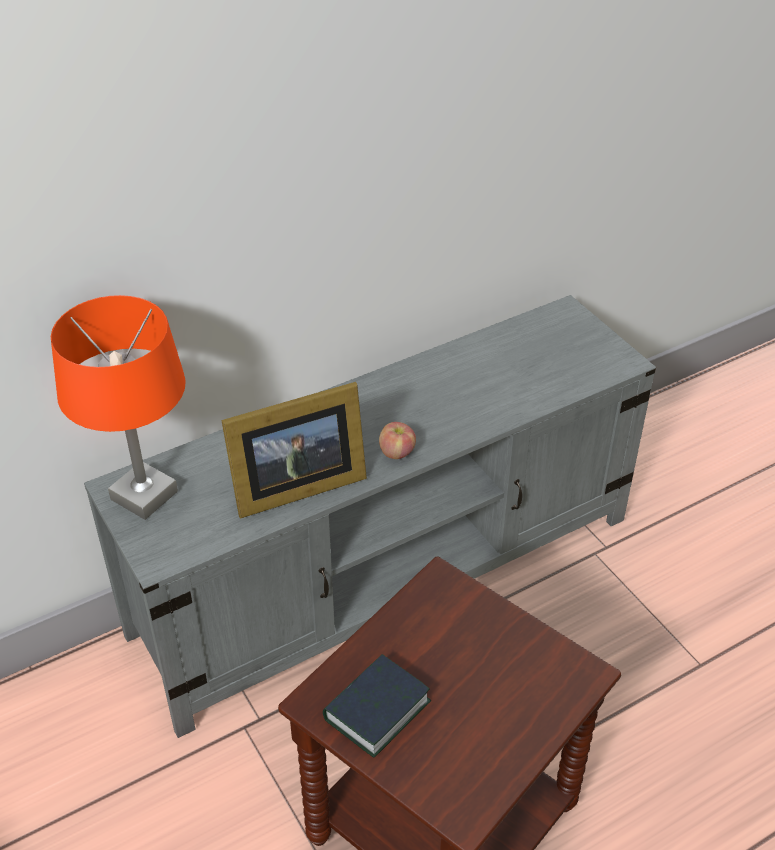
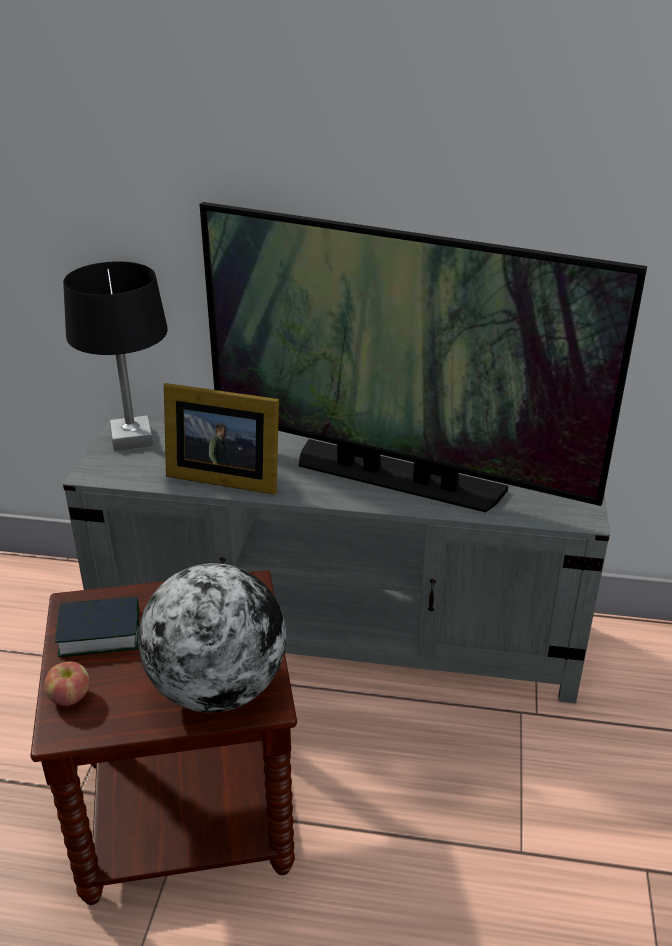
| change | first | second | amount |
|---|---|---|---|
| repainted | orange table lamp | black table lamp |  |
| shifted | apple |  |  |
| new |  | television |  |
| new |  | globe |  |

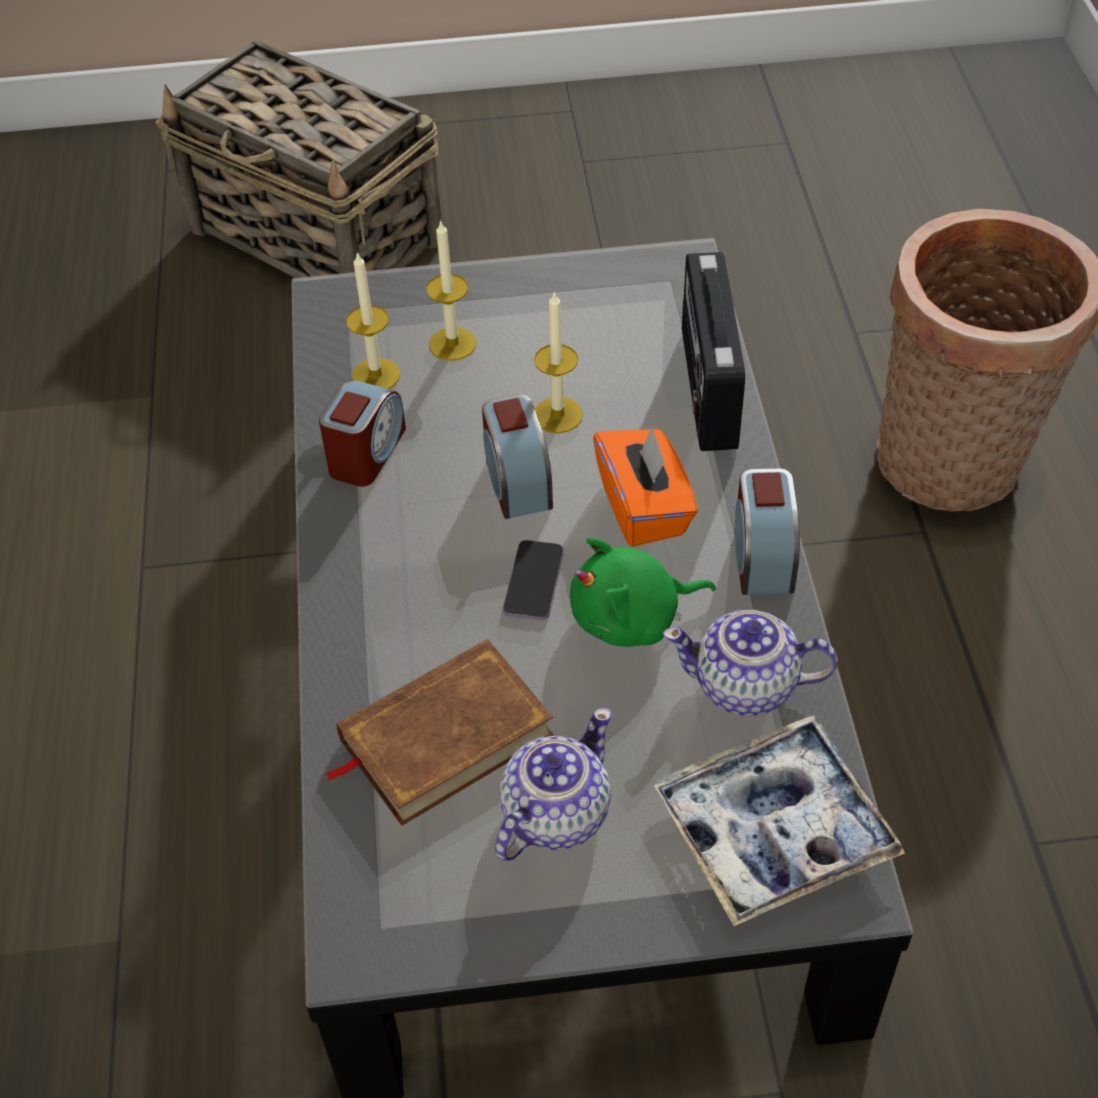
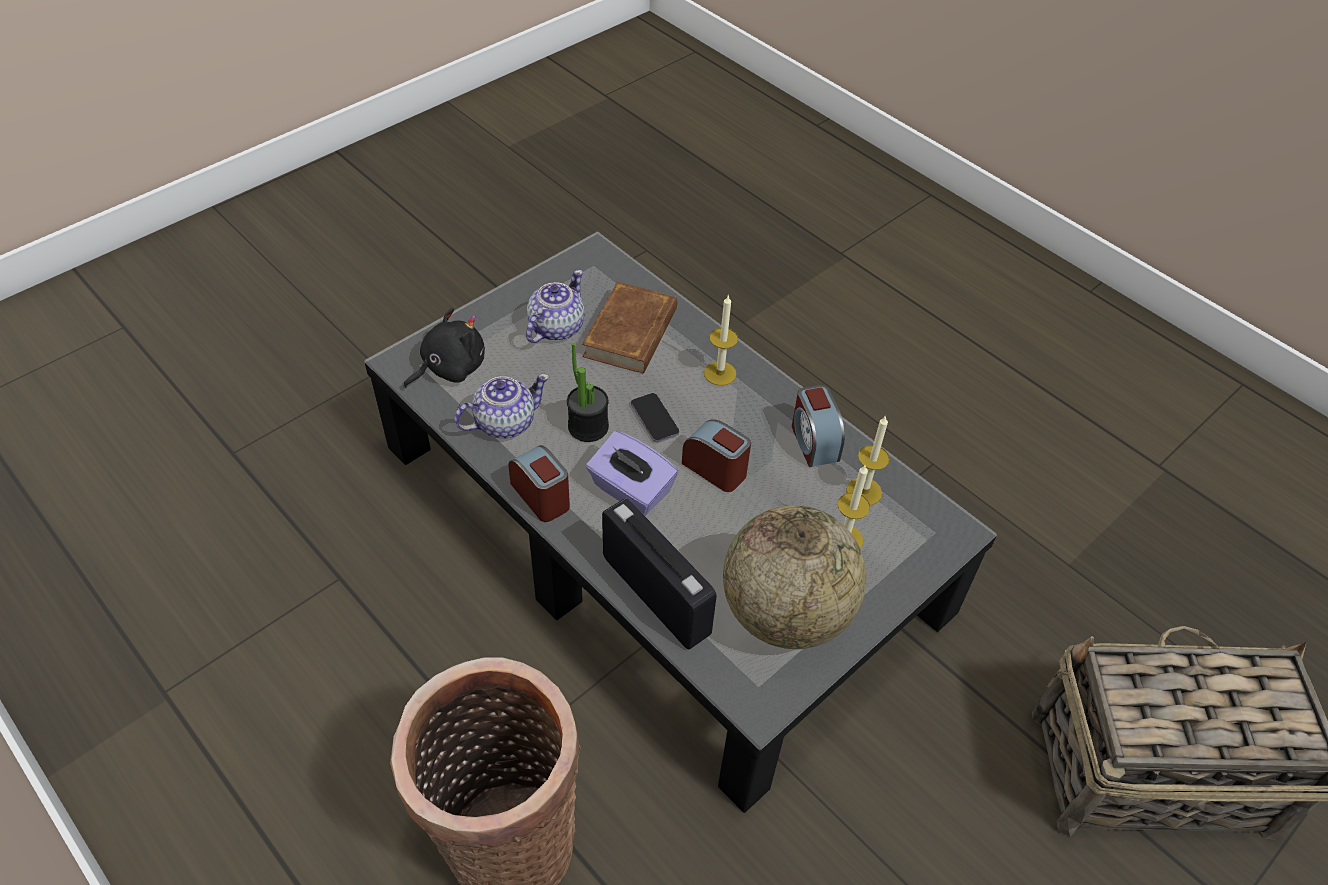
| change | first | second | amount |
|---|---|---|---|
| shifted | candle (no. 3 from left in the first image) | candle (no. 1 from left) |  |
| repainted | orange tissue box | purple tissue box |  |
| swapped | green plush toy | potted plant |  |
| rotated | teapot (no. 1 from left in the first image) | teapot (no. 2 from left) | 150 degrees counterclockwise |
| swapped | tray | black plush toy |  |
| new |  | globe |  |

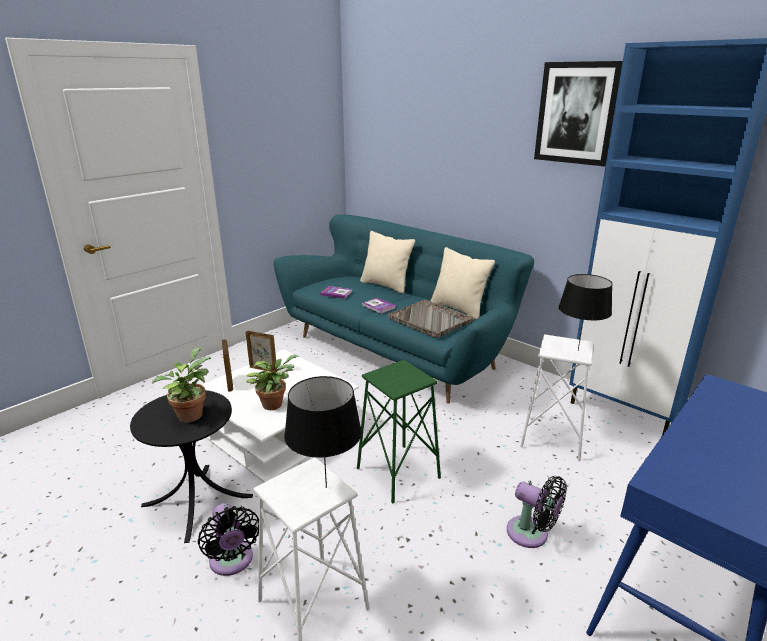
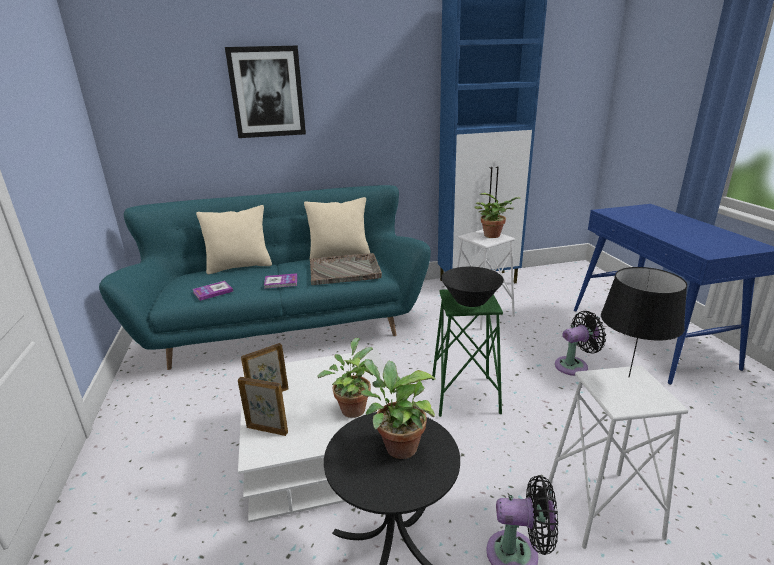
| change | first | second | amount |
|---|---|---|---|
| shifted | picture |  |  |
| swapped | black table lamp (no. 2 from left) | potted plant (no. 3 from left) |  |
| new |  | black bowl |  |

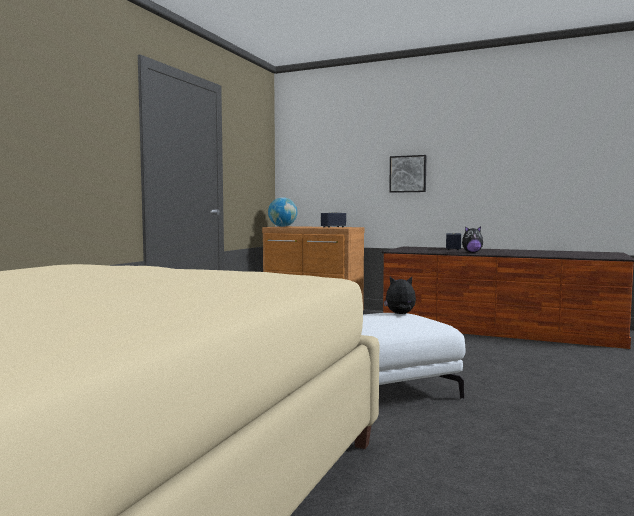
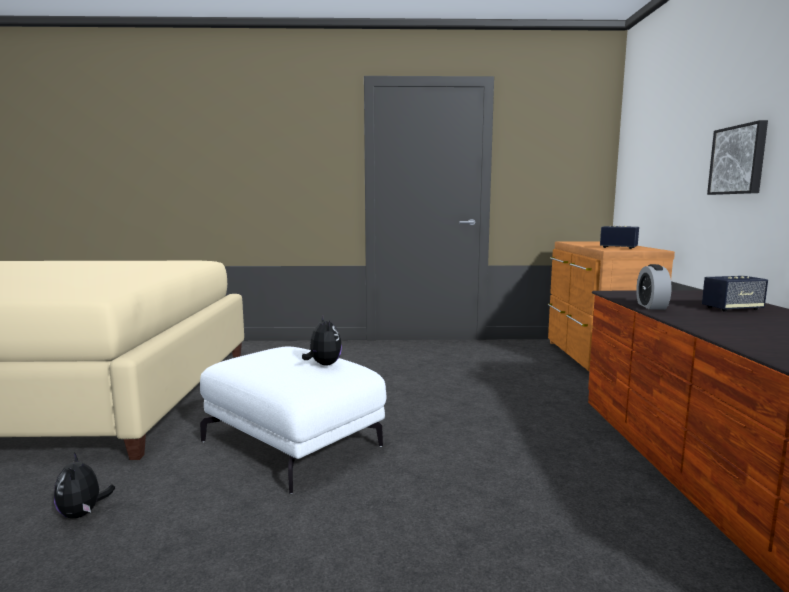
| change | first | second | amount |
|---|---|---|---|
| gone | globe |  |  |
| shifted | plush toy (no. 2 from left in the first image) | plush toy (no. 1 from left) |  |
| new |  | alarm clock |  |

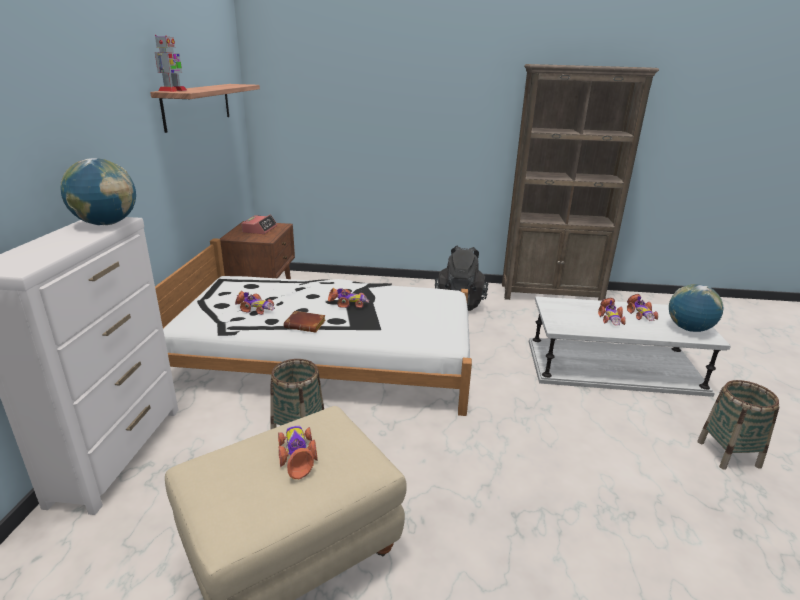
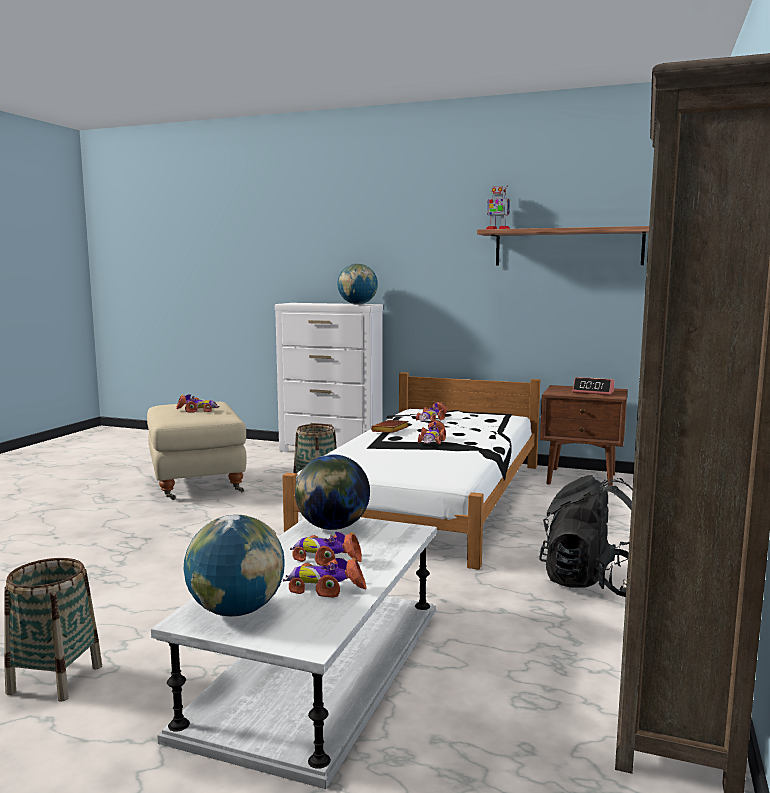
| change | first | second | amount |
|---|---|---|---|
| new |  | globe (no. 2 from left) |  |

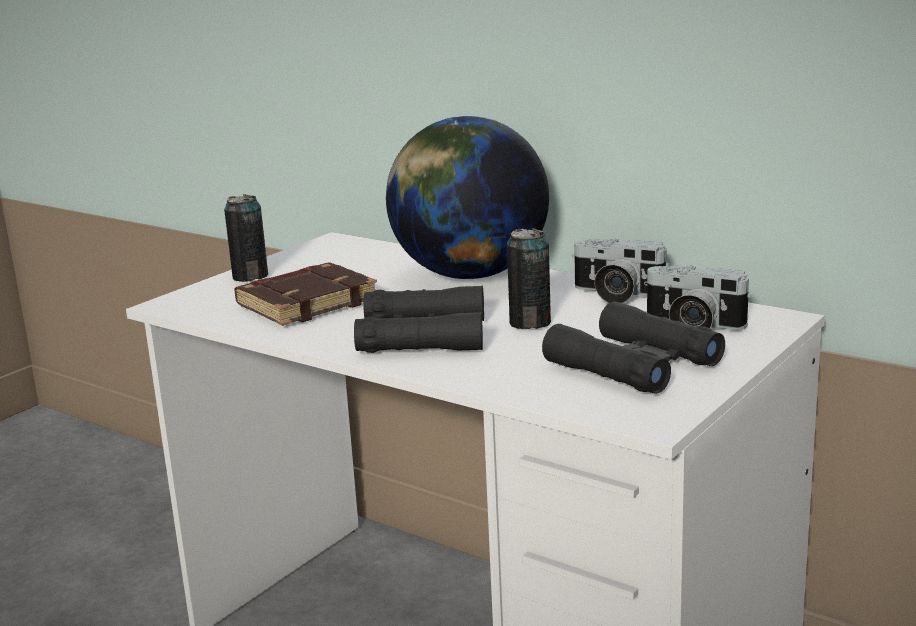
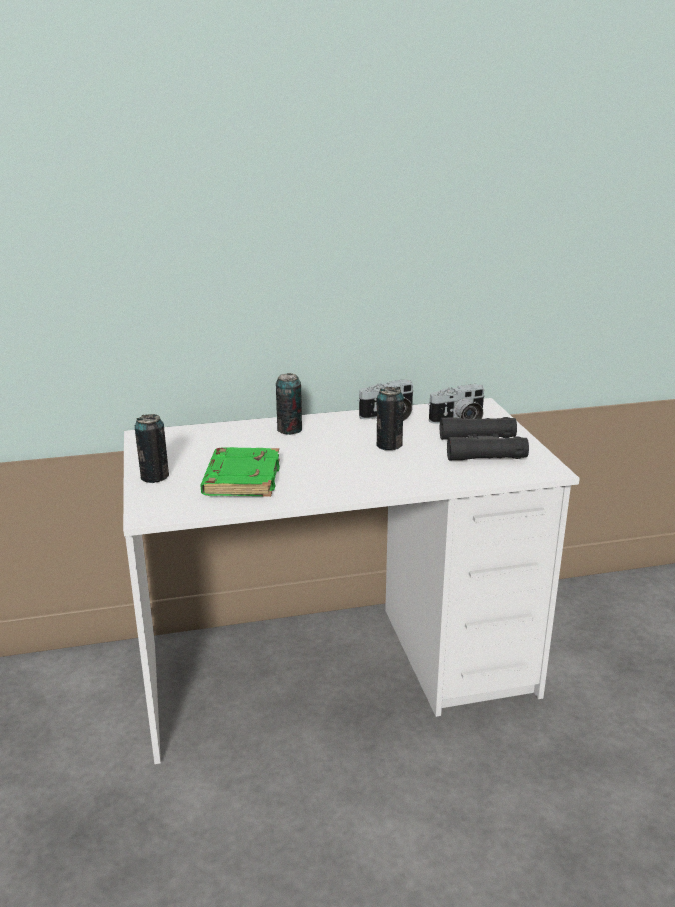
| change | first | second | amount |
|---|---|---|---|
| swapped | globe | can (no. 2 from left) |  |
| repainted | brown book | green book |  |
| gone | black binoculars (no. 1 from left) |  |  |

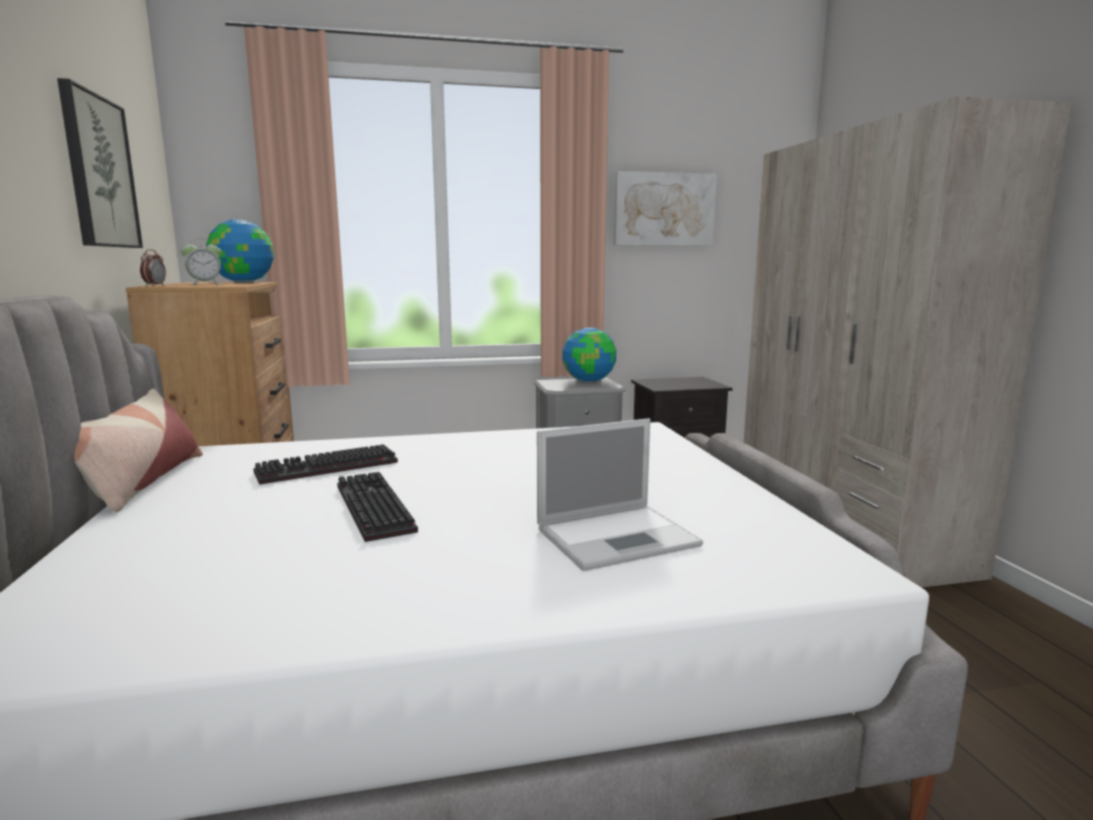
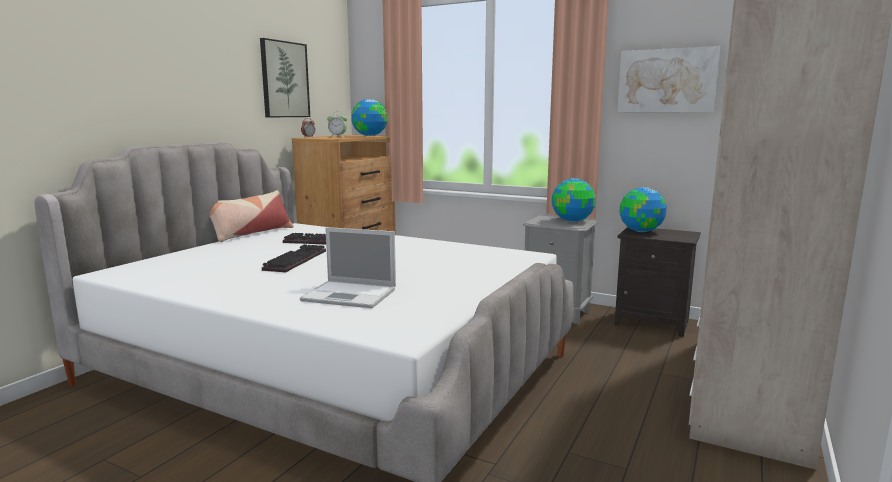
| change | first | second | amount |
|---|---|---|---|
| new |  | globe (no. 3 from left) |  |

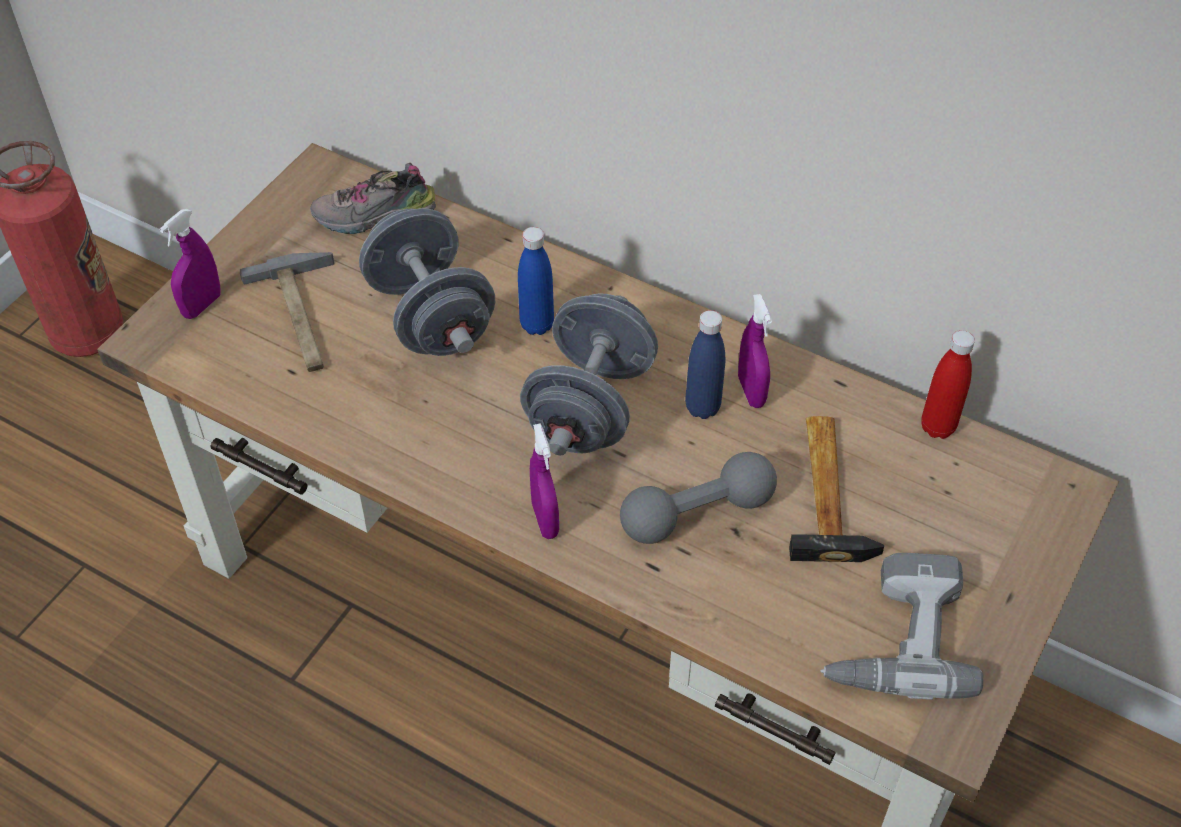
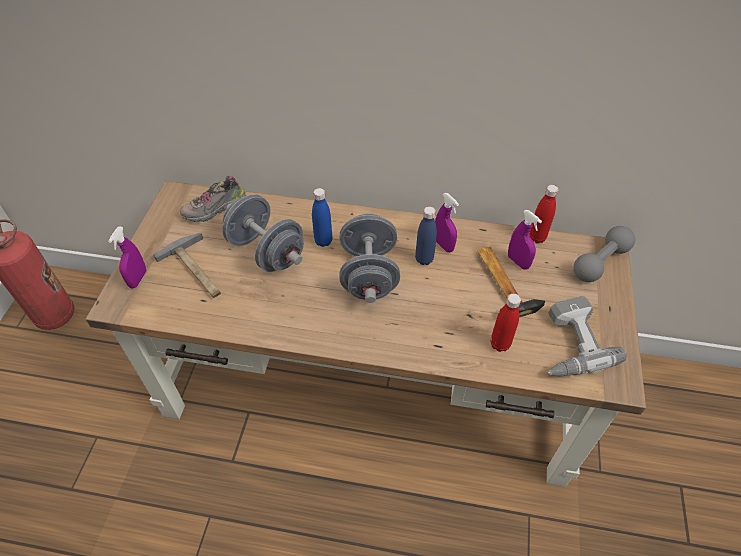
| change | first | second | amount |
|---|---|---|---|
| shifted | purple spray bottle (no. 2 from left in the first image) | purple spray bottle (no. 3 from left) |  |
| shifted | grey dumbbell (no. 3 from left) |  |  |
| new |  | red bottle (no. 1 from left) |  |

